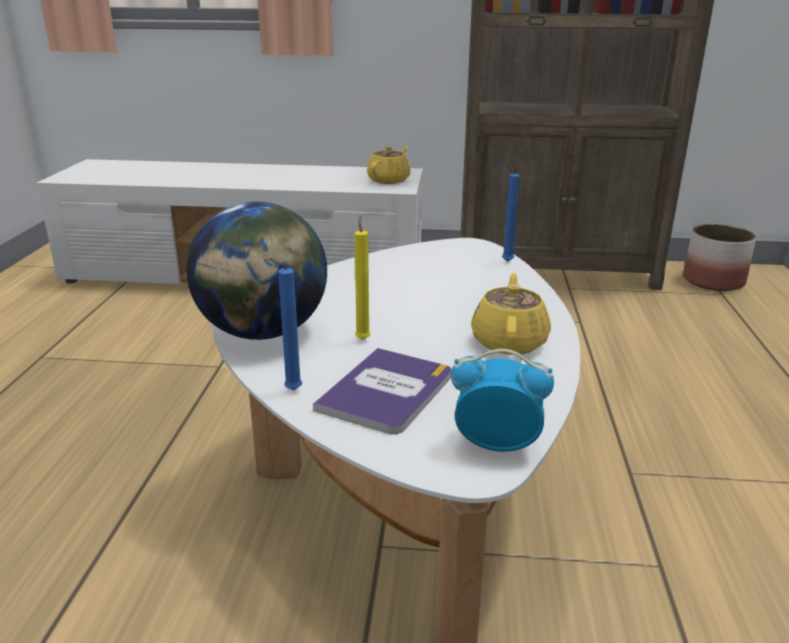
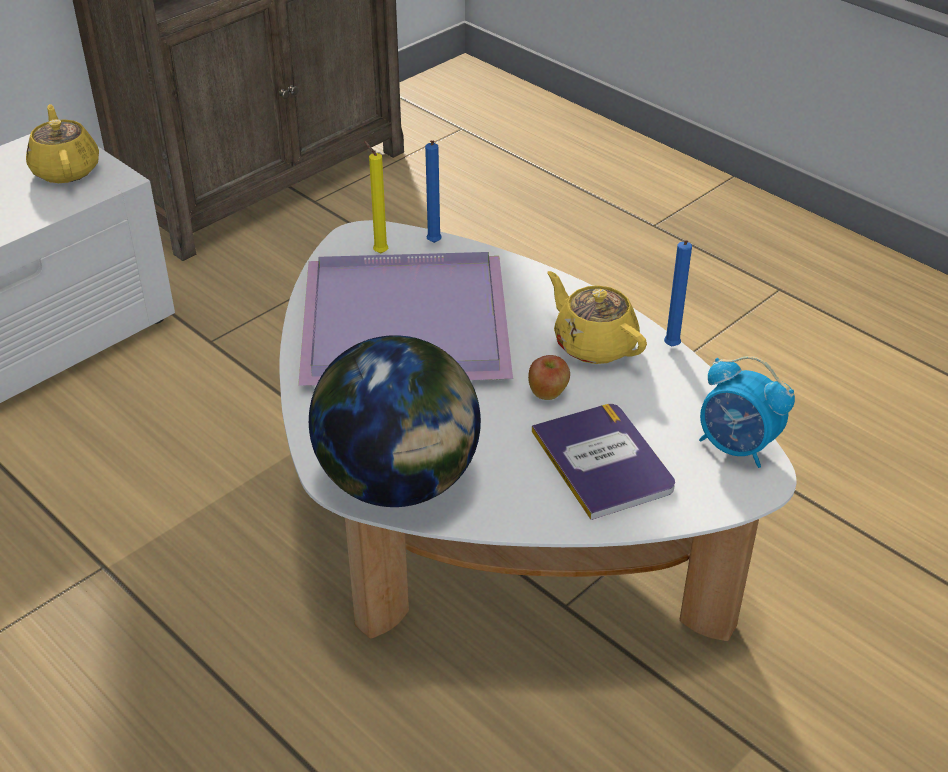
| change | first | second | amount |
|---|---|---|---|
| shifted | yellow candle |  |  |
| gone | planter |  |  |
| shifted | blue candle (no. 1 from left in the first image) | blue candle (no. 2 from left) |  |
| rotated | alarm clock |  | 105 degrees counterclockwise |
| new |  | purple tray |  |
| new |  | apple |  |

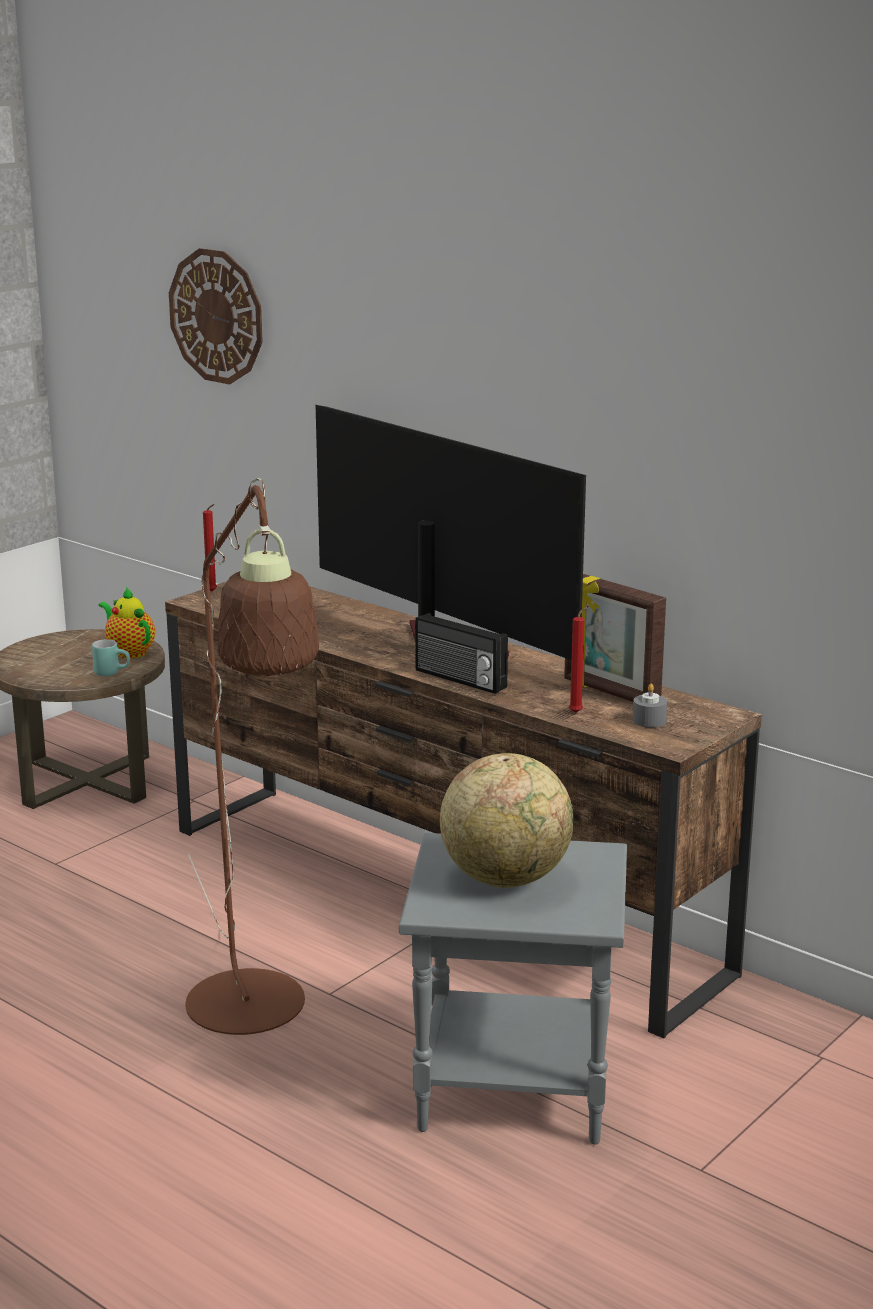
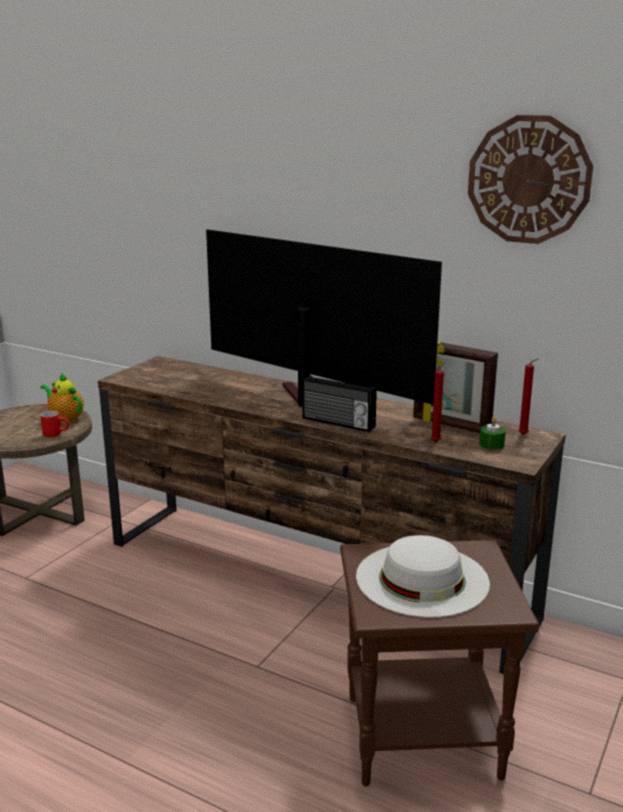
| change | first | second | amount |
|---|---|---|---|
| shifted | wall clock |  |  |
| gone | brown floor lamp |  |  |
| shifted | red candle (no. 1 from left in the first image) | red candle (no. 2 from left) |  |
| repainted | turquoise mug | red mug |  |
| repainted | grey candle | green candle |  |
| swapped | globe | white hat |  |
| repainted | grey side table | brown side table (no. 2 from left) |  |

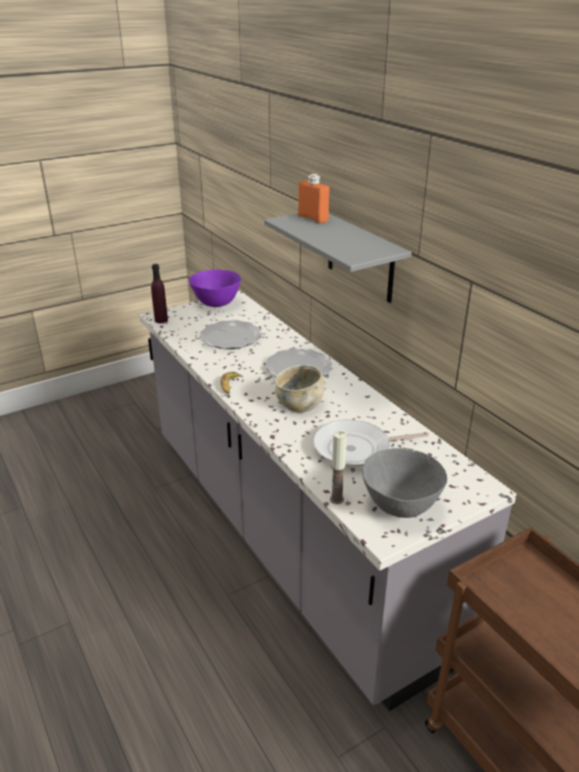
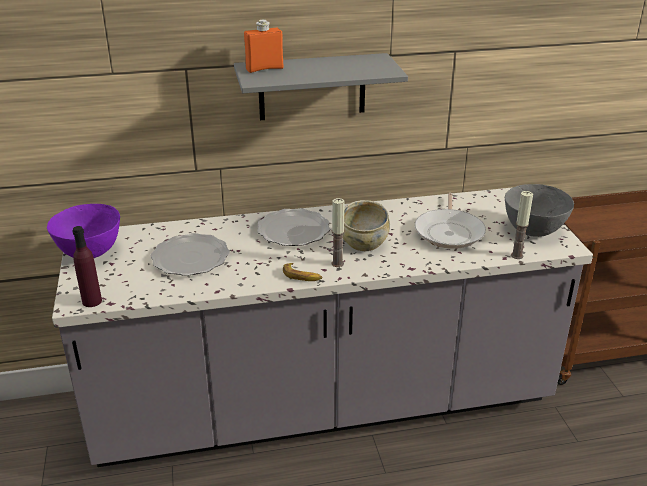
| change | first | second | amount |
|---|---|---|---|
| new |  | candle (no. 1 from left) |  |

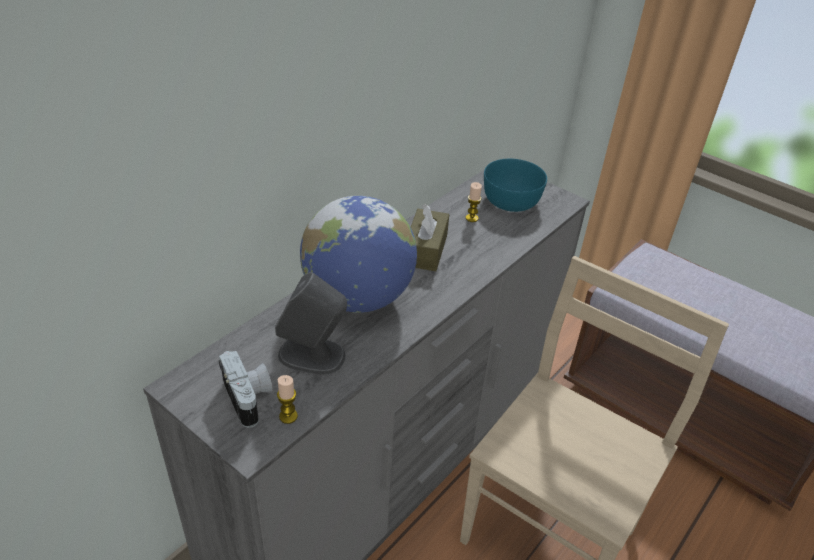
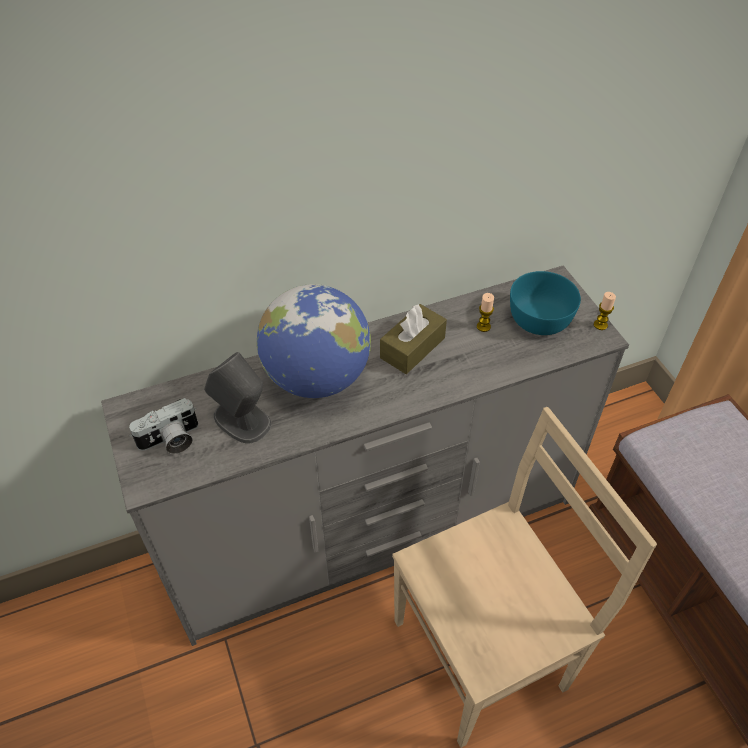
| change | first | second | amount |
|---|---|---|---|
| rotated | photo camera |  | 60 degrees clockwise |
| shifted | candle (no. 1 from left in the first image) | candle (no. 2 from left) |  |

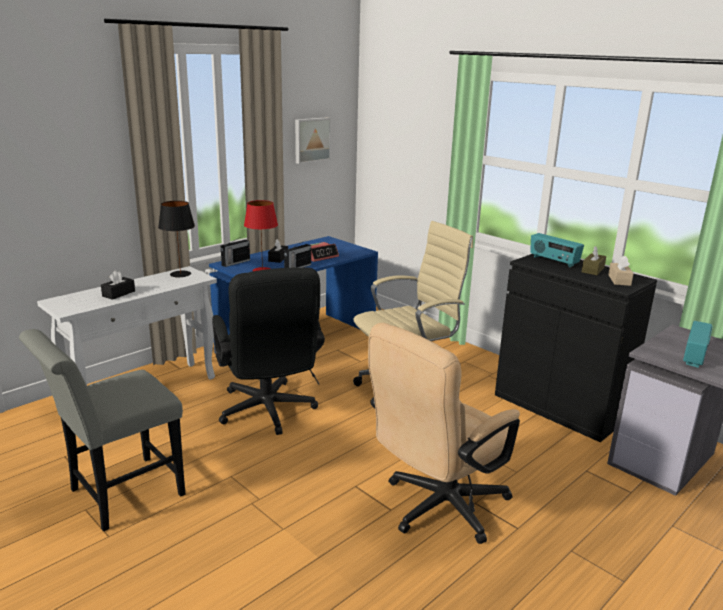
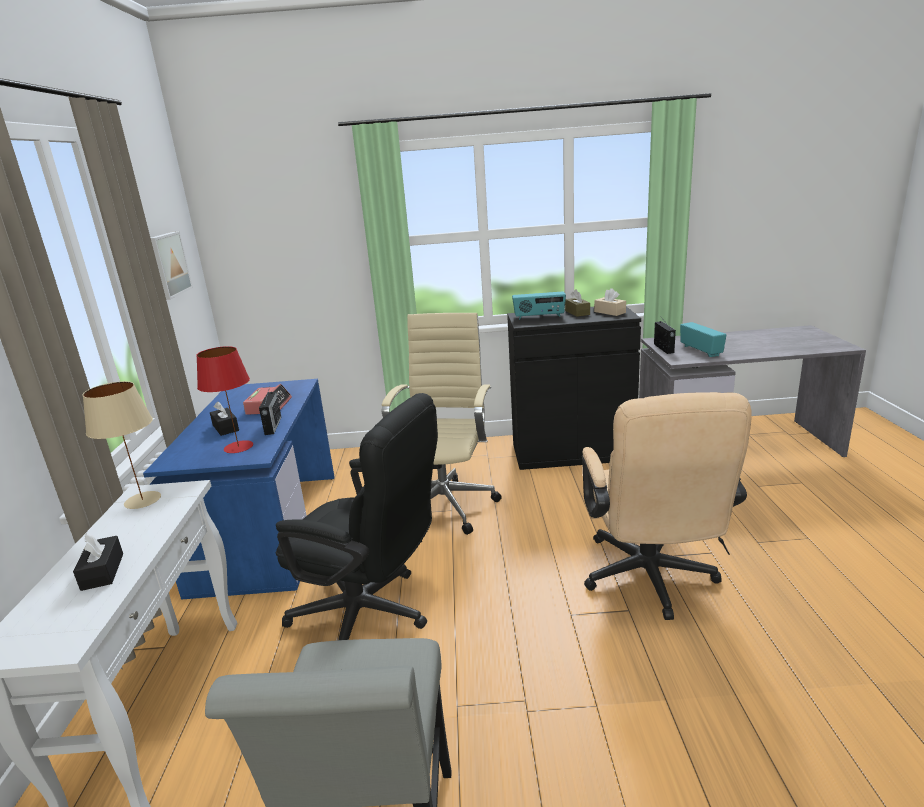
| change | first | second | amount |
|---|---|---|---|
| repainted | black table lamp | beige table lamp |  |
| shifted | radio (no. 1 from left in the first image) | radio (no. 3 from left) |  |

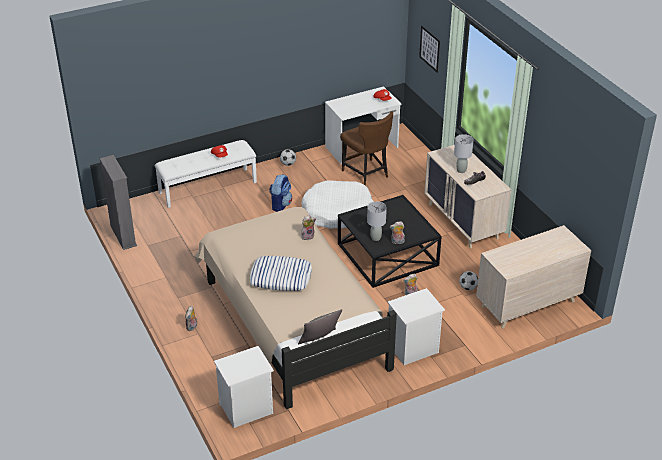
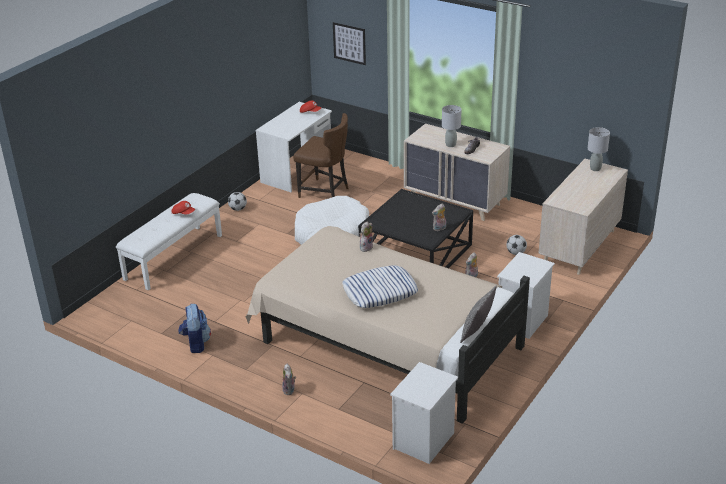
| change | first | second | amount |
|---|---|---|---|
| gone | grey bookcase |  |  |
| shifted | backpack |  |  |
| shifted | grey table lamp (no. 1 from left in the first image) | grey table lamp (no. 2 from left) |  |

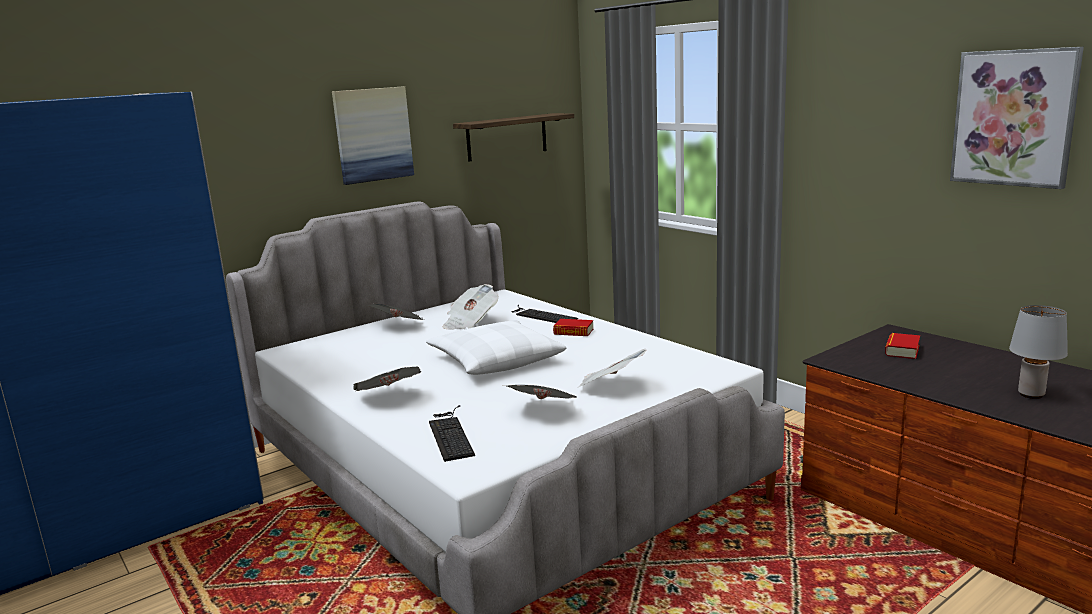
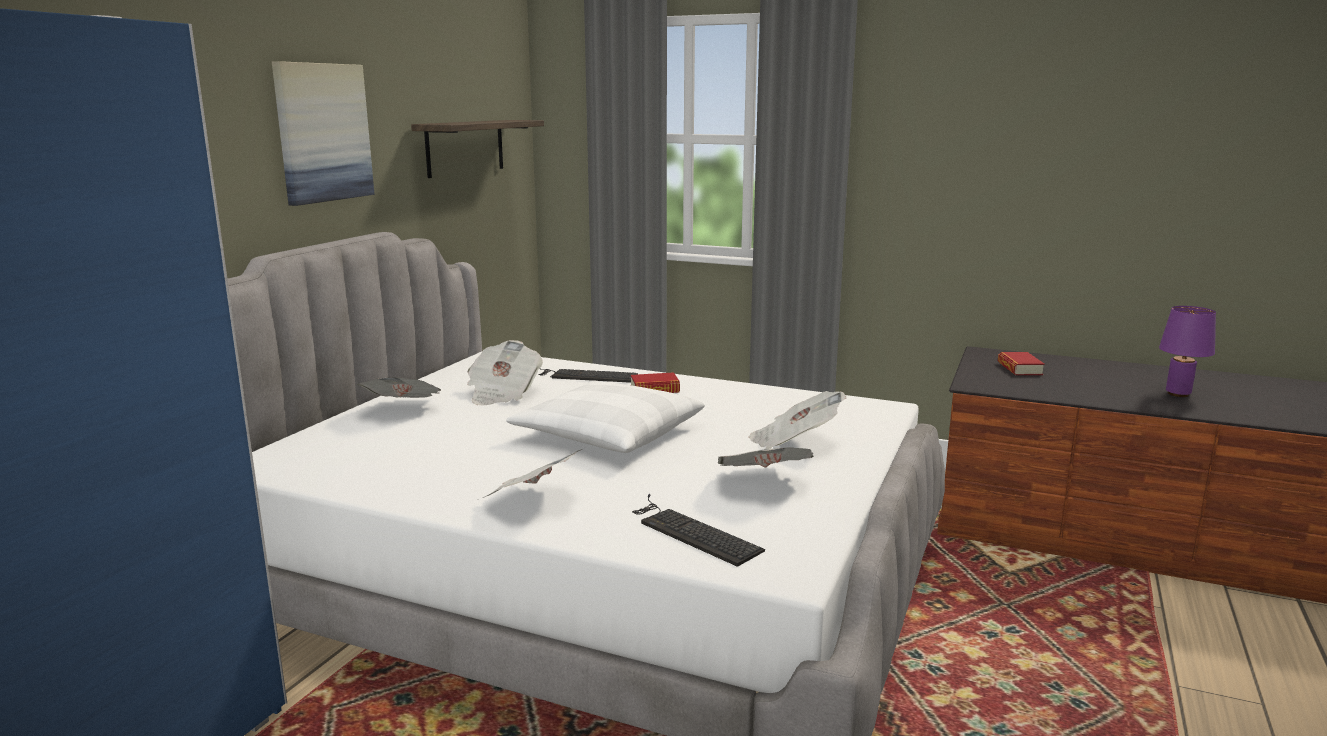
| change | first | second | amount |
|---|---|---|---|
| gone | picture (no. 2 from left) |  |  |
| repainted | grey table lamp | purple table lamp |  |

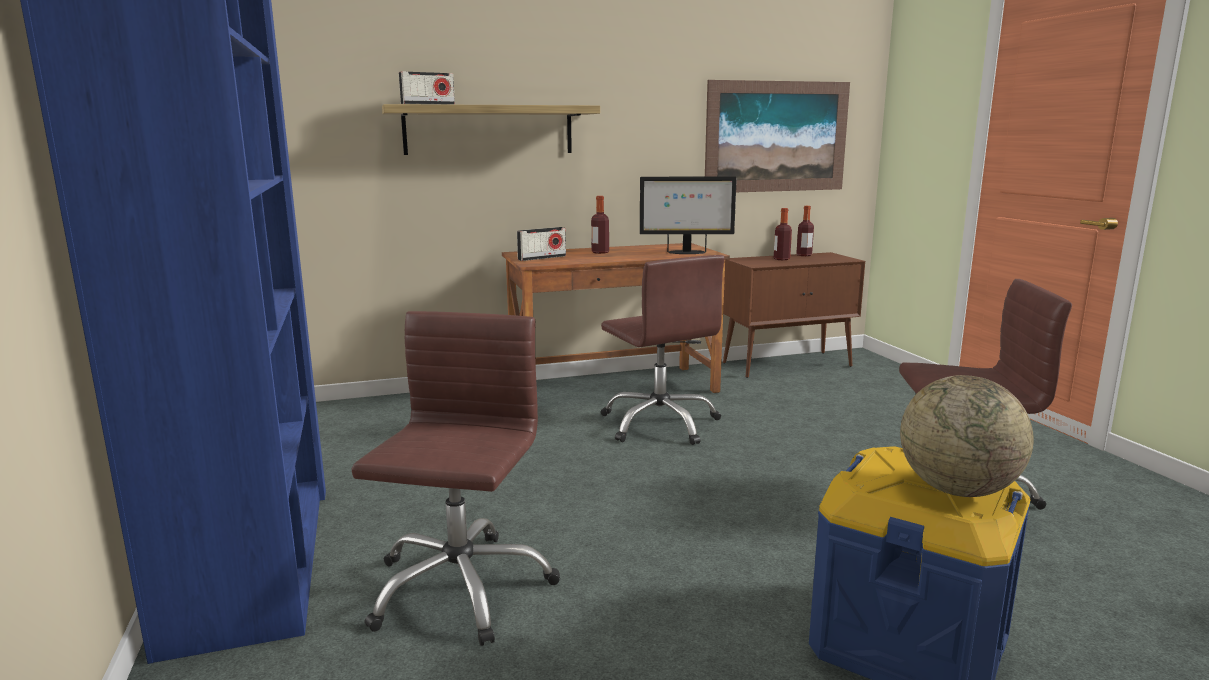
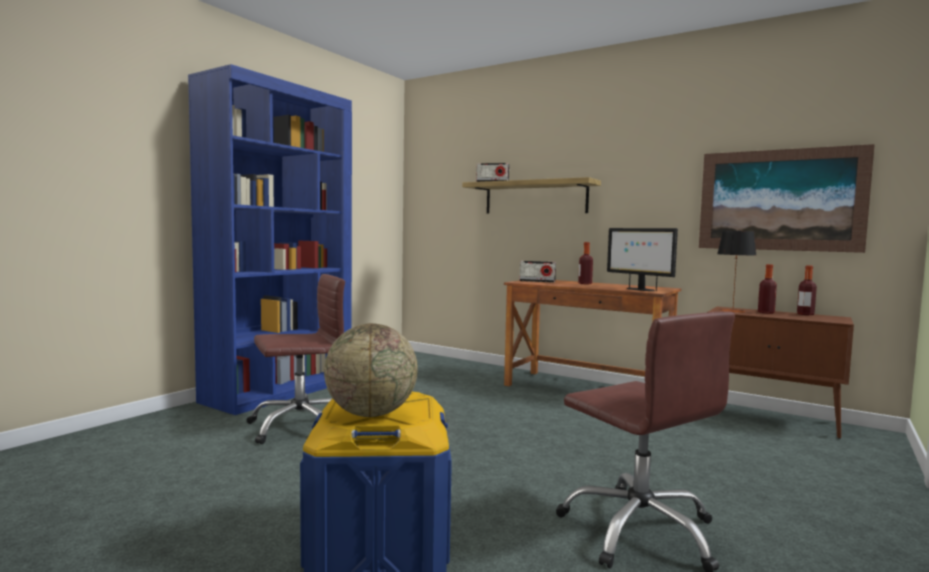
| change | first | second | amount |
|---|---|---|---|
| gone | brown office chair (no. 2 from left) |  |  |
| new |  | table lamp |  |

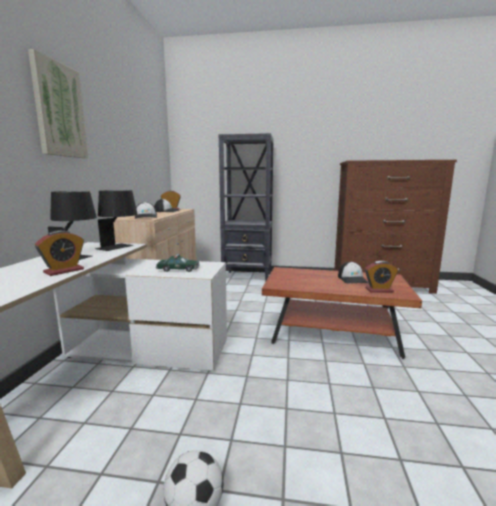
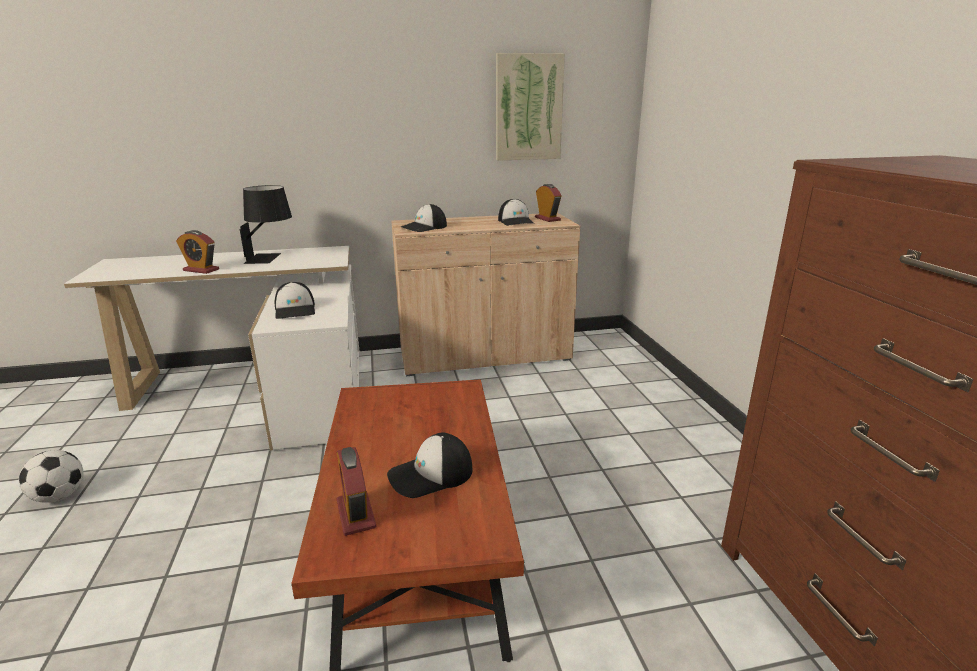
| change | first | second | amount |
|---|---|---|---|
| shifted | picture |  |  |
| gone | black bookcase |  |  |
| gone | black table lamp (no. 2 from left) |  |  |
| swapped | toy car | cap (no. 1 from left) |  |

